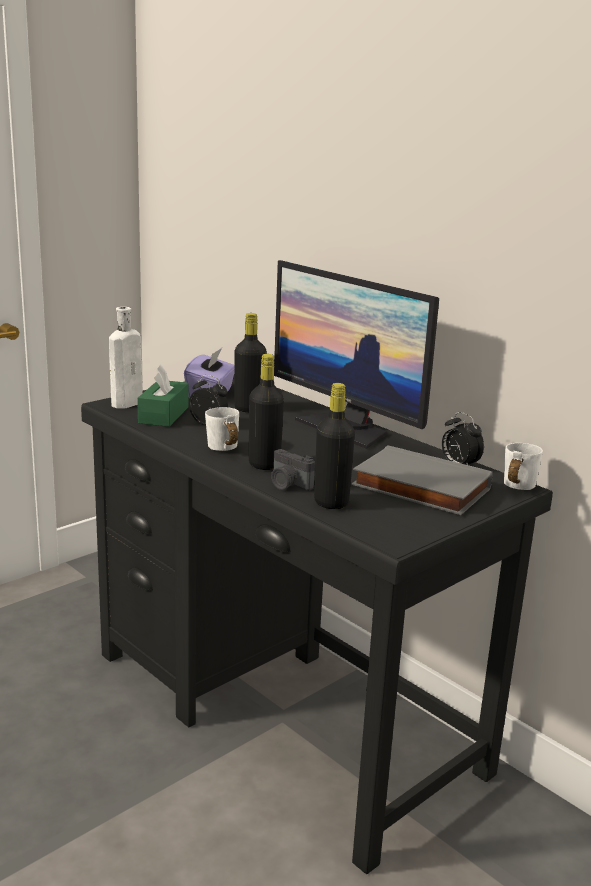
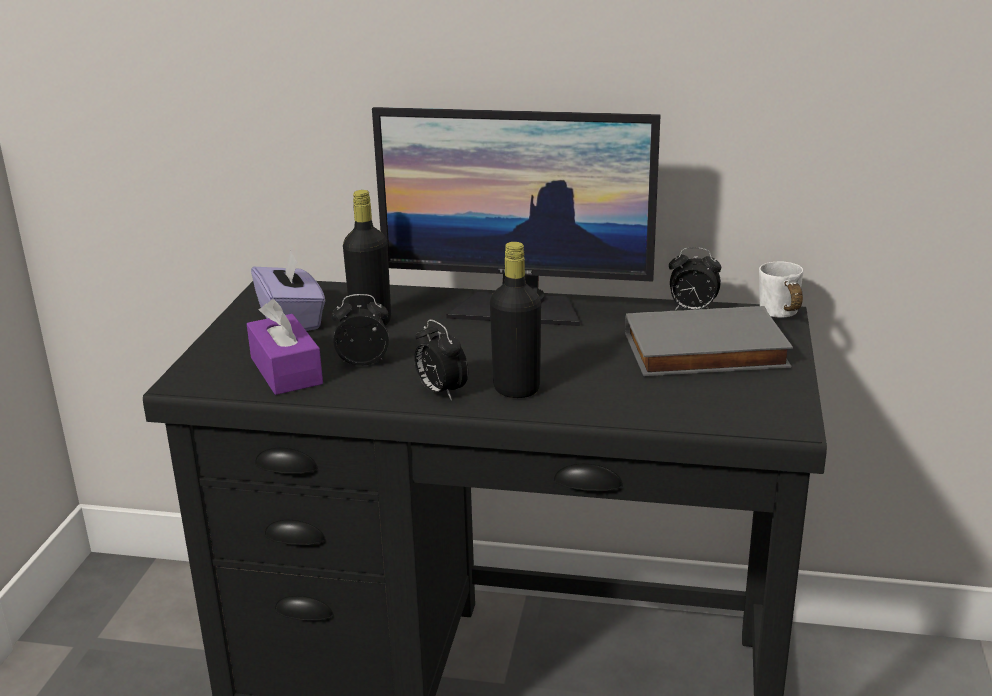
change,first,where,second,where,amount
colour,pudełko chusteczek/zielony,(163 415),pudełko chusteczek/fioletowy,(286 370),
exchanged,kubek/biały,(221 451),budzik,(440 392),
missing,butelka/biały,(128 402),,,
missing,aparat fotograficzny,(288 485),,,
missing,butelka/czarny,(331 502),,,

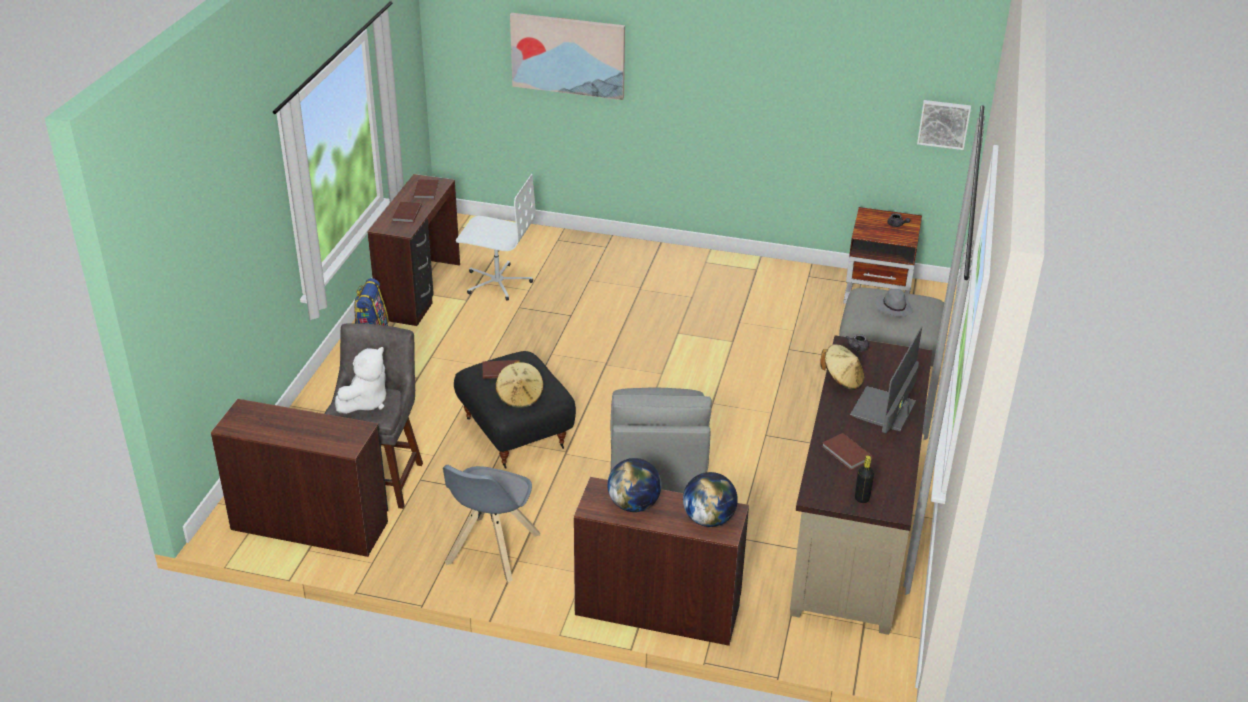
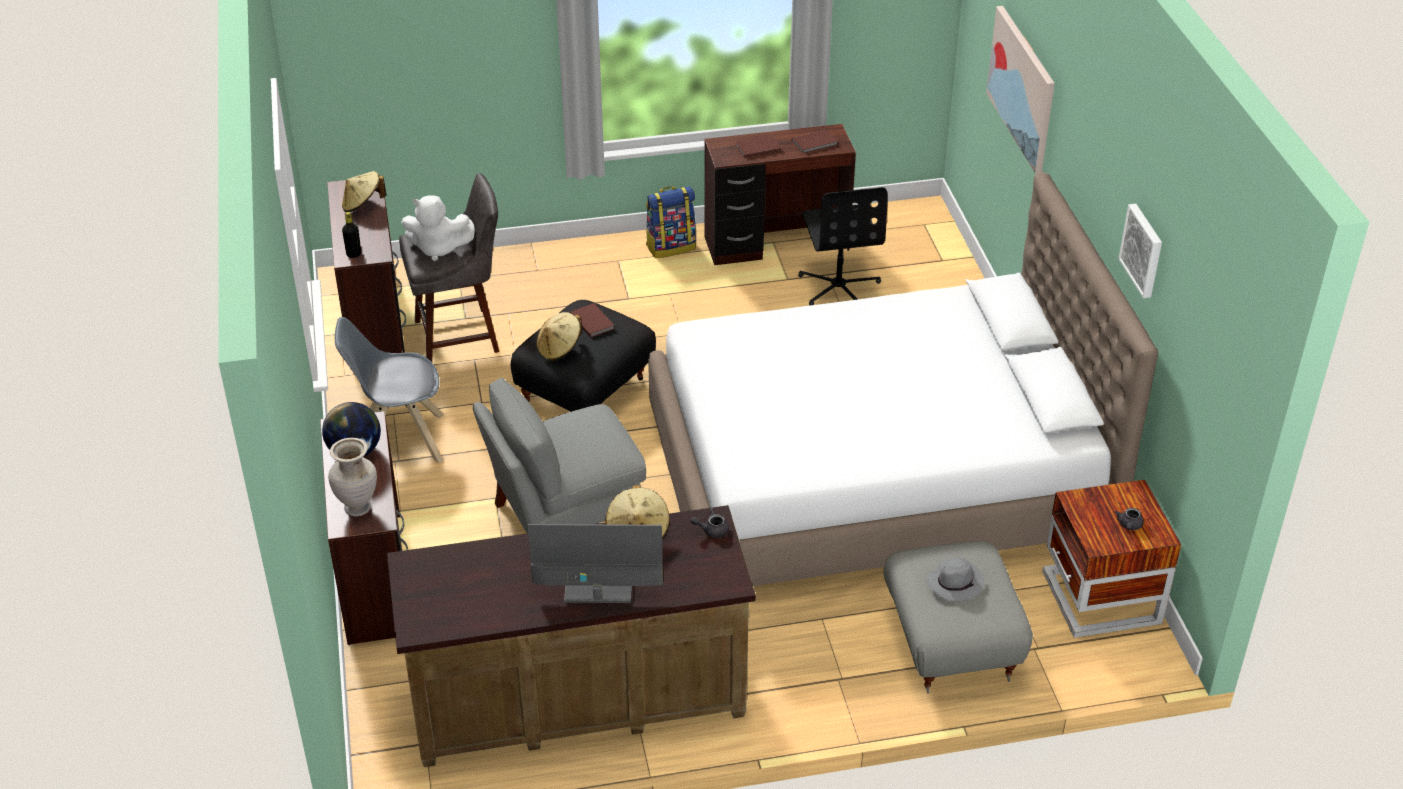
change,first,where,second,where,amount
exchanged,globus,(708 519),wazon/beżowy,(358 507),
appeared,,,kapelusz/beżowy,(363 205),
relocated,butelka/czarny,(862 498),,(354 254),
appeared,,,łóżko/biały,(877 476),
colour,krzesło biurowe/biały,(497 282),krzesło biurowe/czarny,(839 287),
relocated,obraz,(944 123),,(1143 250),
missing,książka/brązowy,(846 453),,,

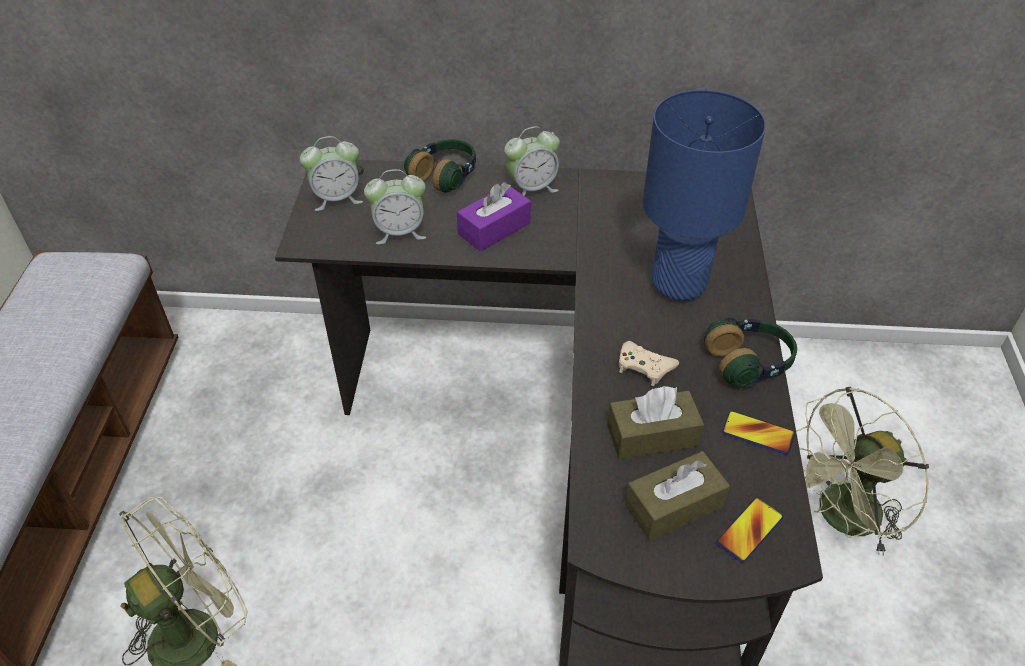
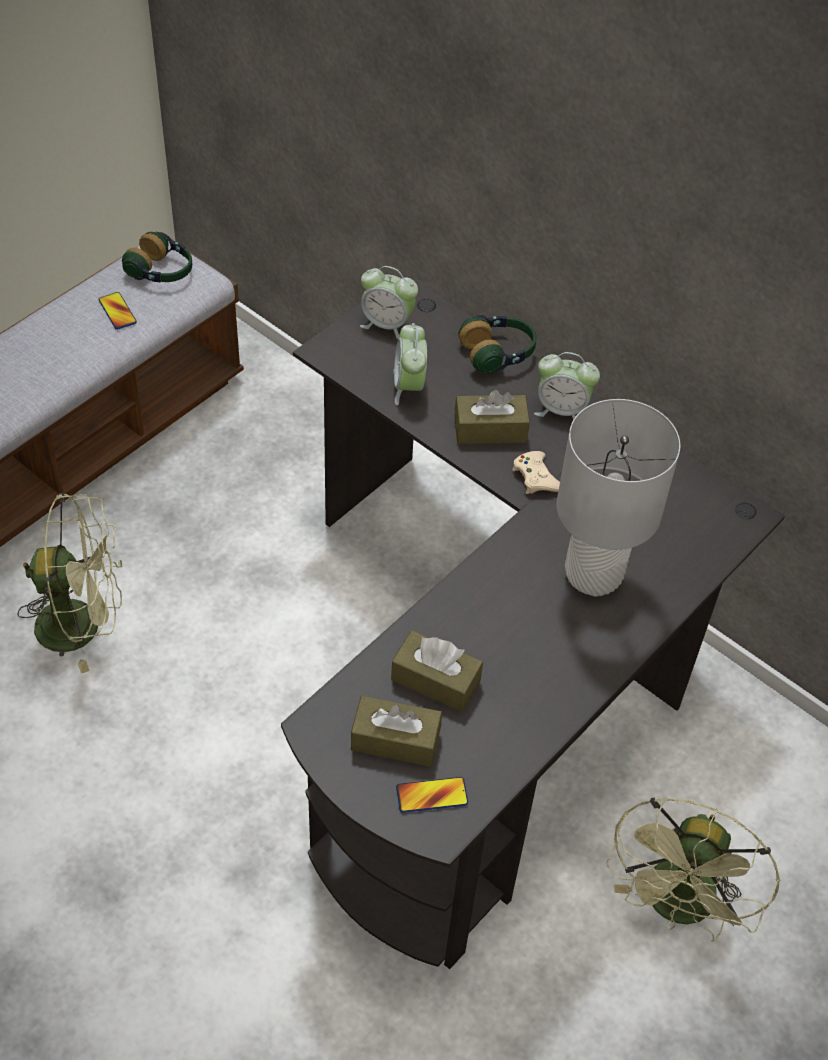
change,first,where,second,where,amount
relocated,telefon,(758 433),,(117 311),
relocated,słuchawki,(749 363),,(161 272),
spun,budzik,(399 232),,(409 386),60 degrees clockwise
colour,pudełko chusteczek/fioletowy,(494 229),pudełko chusteczek/brązowy,(490 429),
relocated,pad do gier/beżowy,(644 366),,(536 477),
colour,lampa stołowa/niebieski,(677 287),lampa stołowa/szary,(592 577),
spun,wentylator/zielony,(840 518),,(678 908),75 degrees counterclockwise

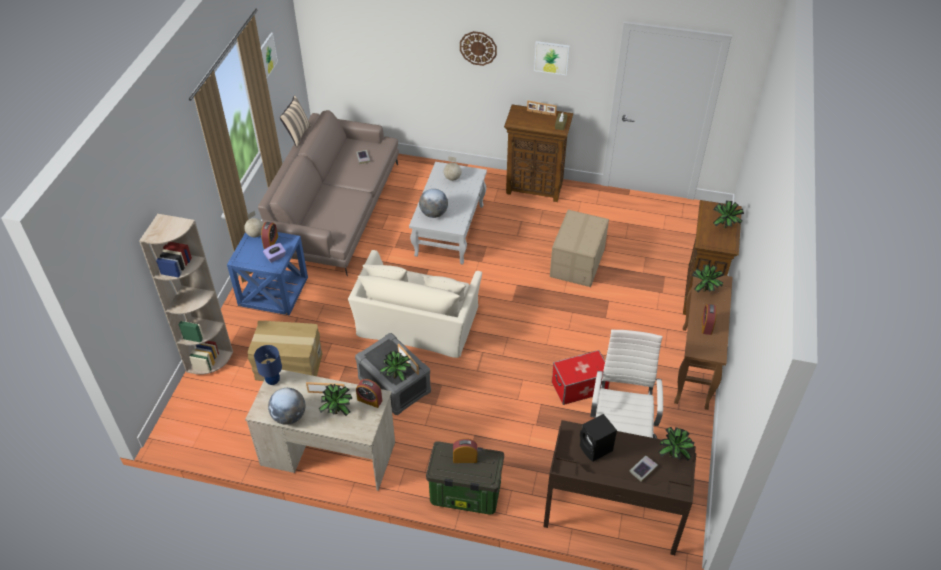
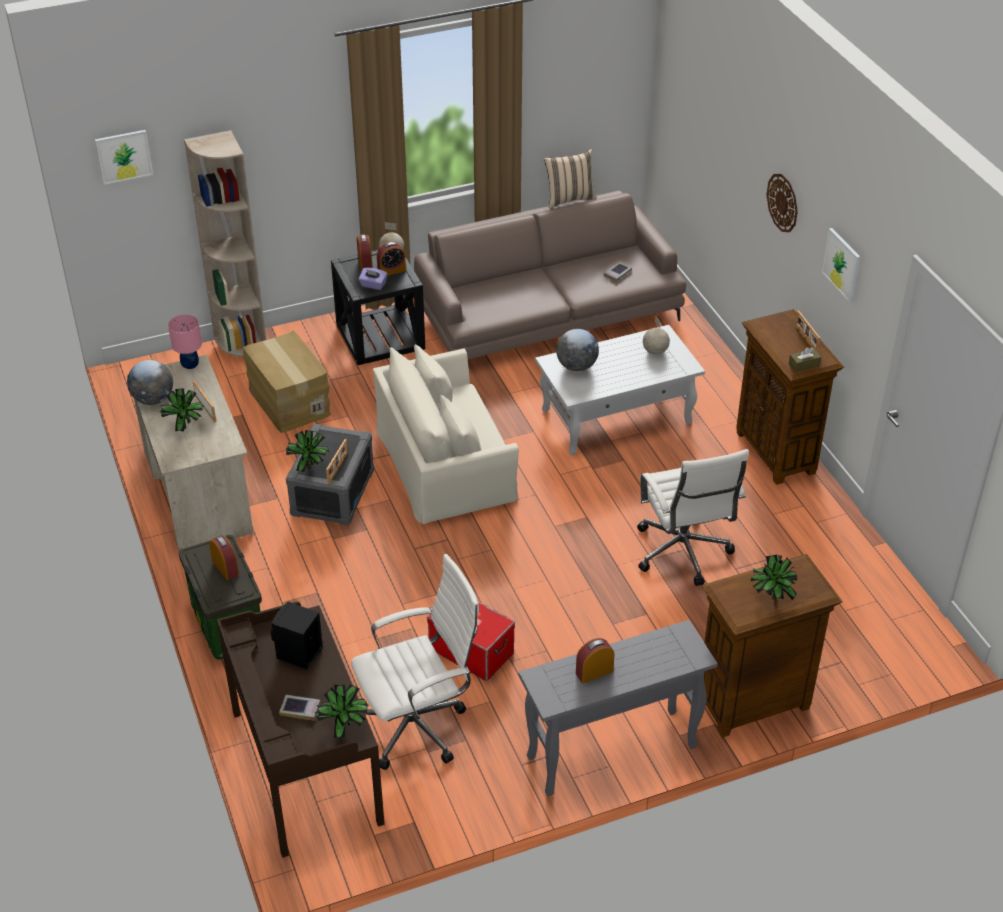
change,first,where,second,where,amount
relocated,obraz,(267 56),,(124 156),
colour,lampa stołowa/niebieski,(272 380),lampa stołowa/różowy,(190 365),
colour,stolik/niebieski,(273 291),stolik/czarny,(380 336),
relocated,budzik,(369 400),,(365 263),
colour,stolik konsolowy/brązowy,(695 368),stolik konsolowy/szary,(610 753),
exchanged,karton,(578 263),krzesło biurowe/biały,(683 554),
missing,roślina doniczkowa,(705 292),,,

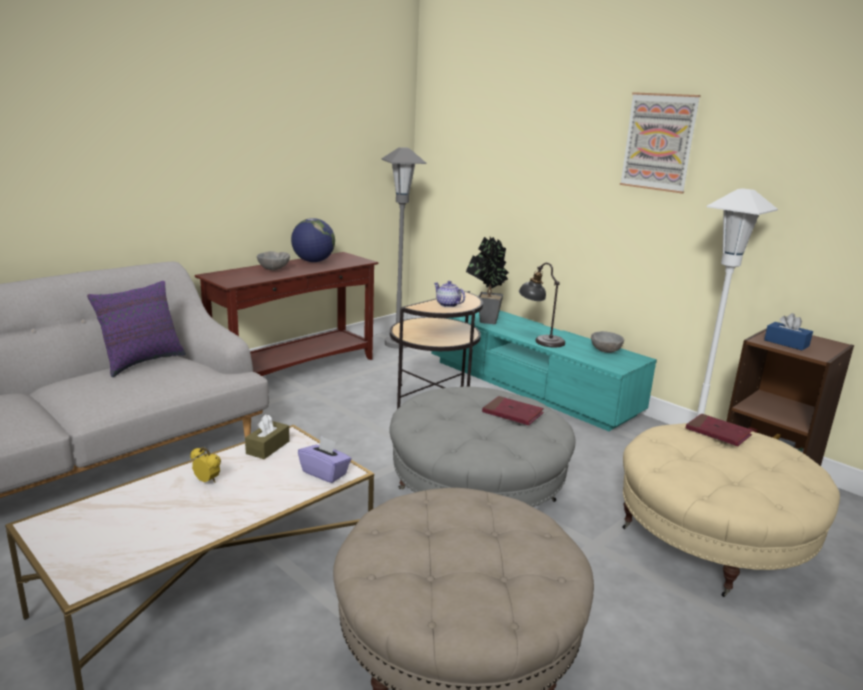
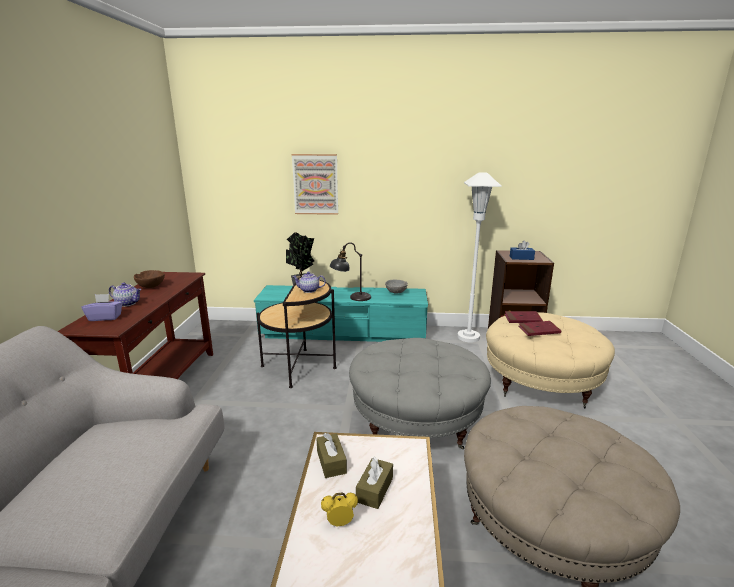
change,first,where,second,where,amount
relocated,pudełko chusteczek/fioletowy,(325 473),,(105 317),
exchanged,miska/szary,(274 269),imbryk,(128 303),
exchanged,globus,(313 261),miska/brązowy,(150 286),
relocated,obraz,(659 142),,(315 184),
appeared,,,pudełko chusteczek/brązowy,(374 490),
relocated,książka/czerwony,(512 413),,(539 330),
missing,poduszka/fioletowy,(143 362),,,
missing,lampa stojąca/szary,(397 344),,,

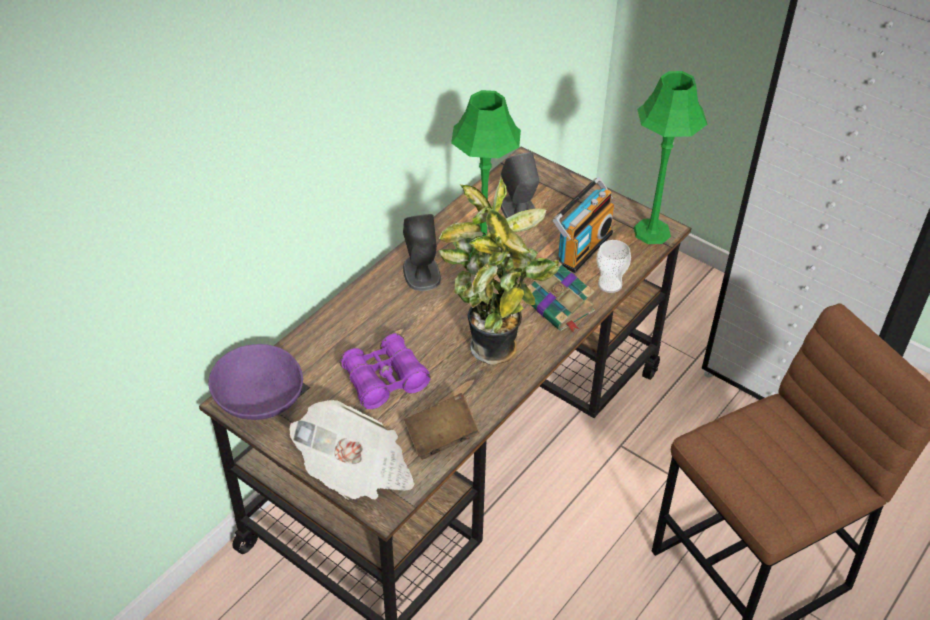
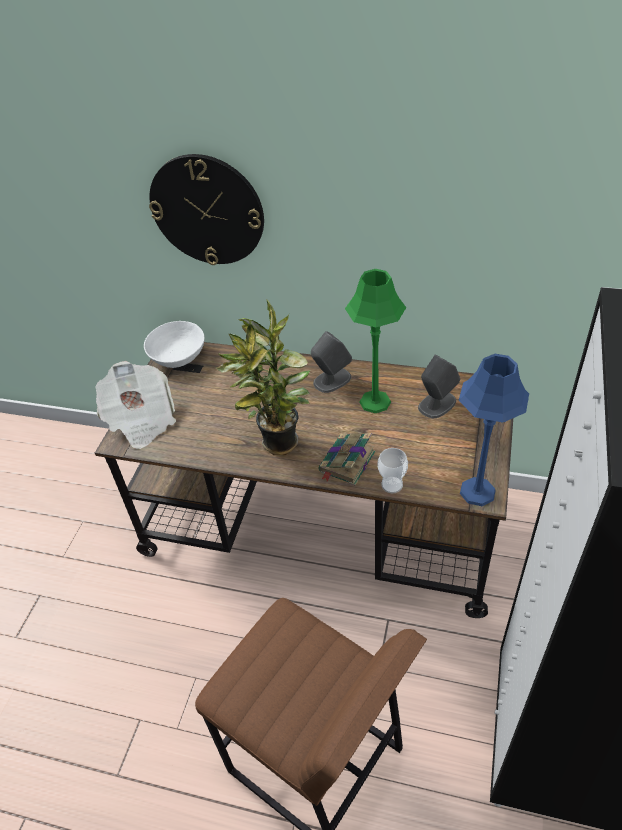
change,first,where,second,where,amount
colour,miska/fioletowy,(258 400),miska/biały,(178 356),
appeared,,,zegar ścienny,(207 210),
colour,lampa stołowa/zielony,(651 232),lampa stołowa/niebieski,(477 491),
missing,lornetka/fioletowy,(385 380),,,
missing,książka/brązowy,(441 437),,,
missing,radio,(581 247),,,

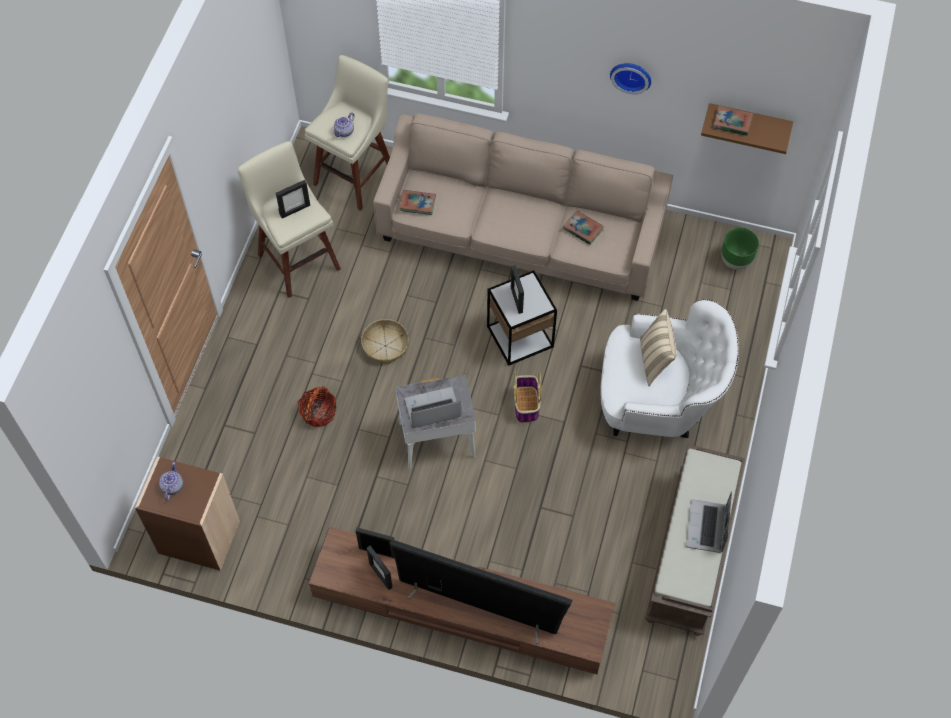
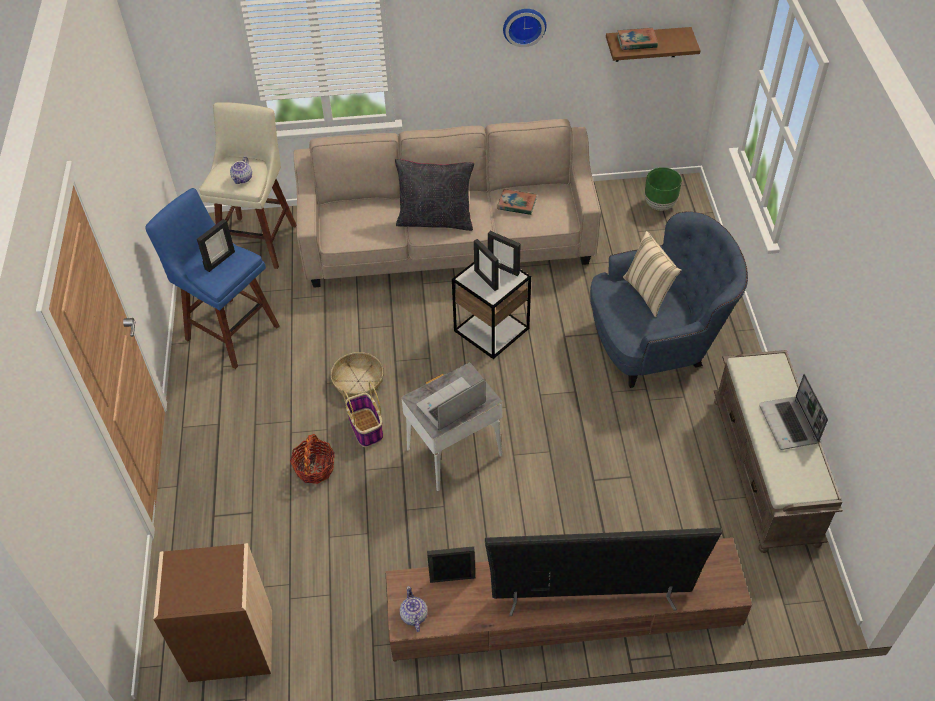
change,first,where,second,where,amount
colour,stołek/beżowy,(298 260),stołek/niebieski,(231 332),
relocated,koszyk,(526 405),,(366 428),
appeared,,,poduszka/czarny,(435 220),
relocated,imbryk,(172 486),,(413 616),
relocated,ramka na zdjęcie,(381 575),,(504 267),
colour,fotel/biały,(658 402),fotel/niebieski,(656 344),
missing,książka,(417 204),,,

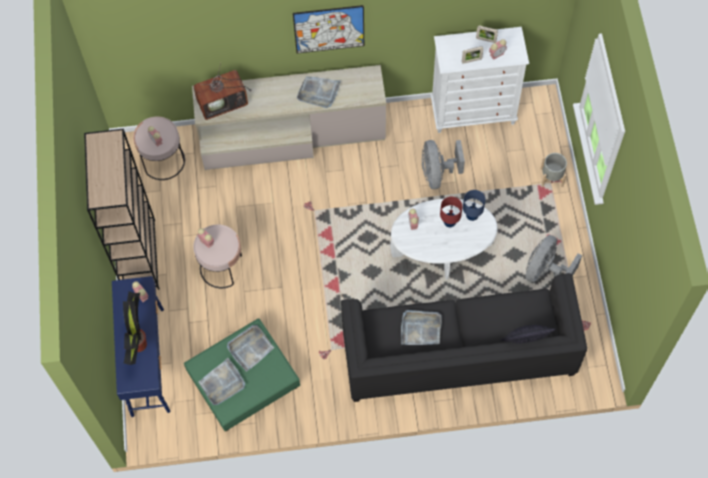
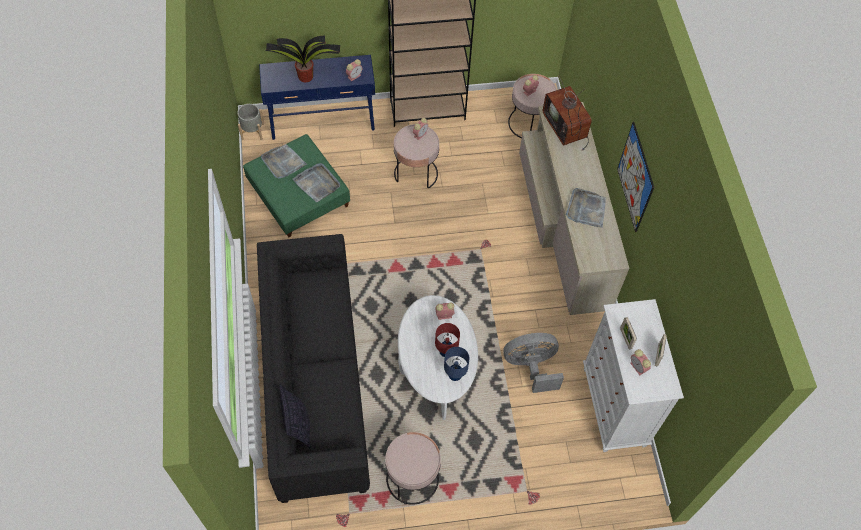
change,first,where,second,where,amount
relocated,donica/szary,(551 177),,(253 131),
exchanged,wentylator/szary,(545 270),stolik/różowy,(412 478),
missing,taca/szary,(420 329),,,

